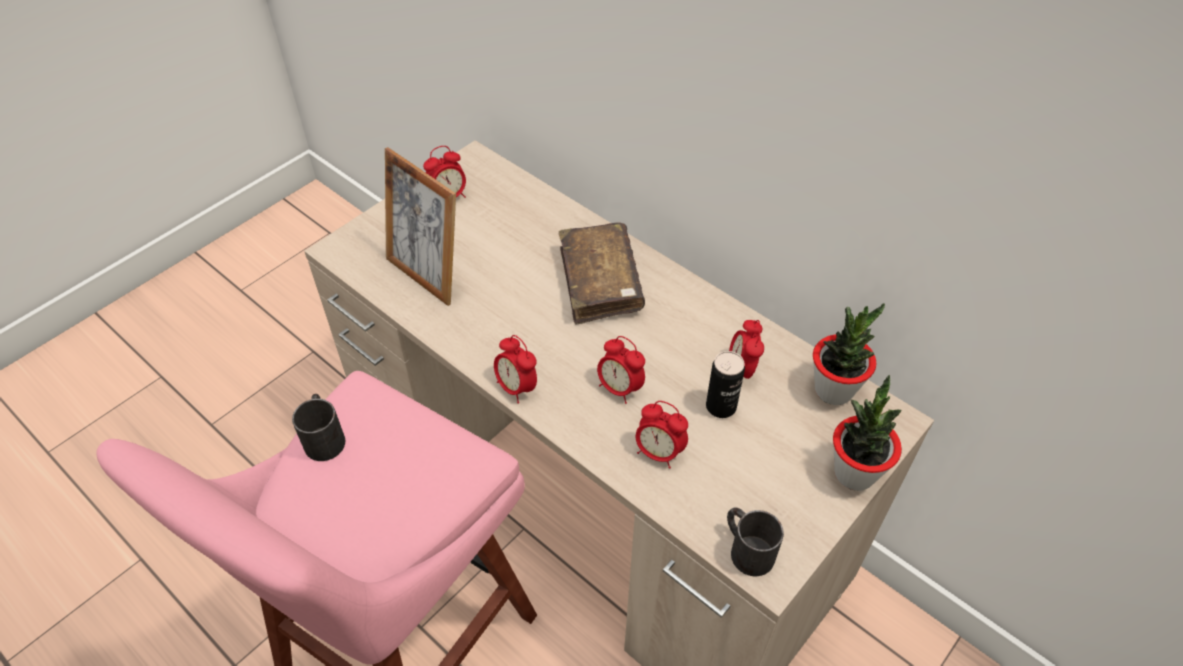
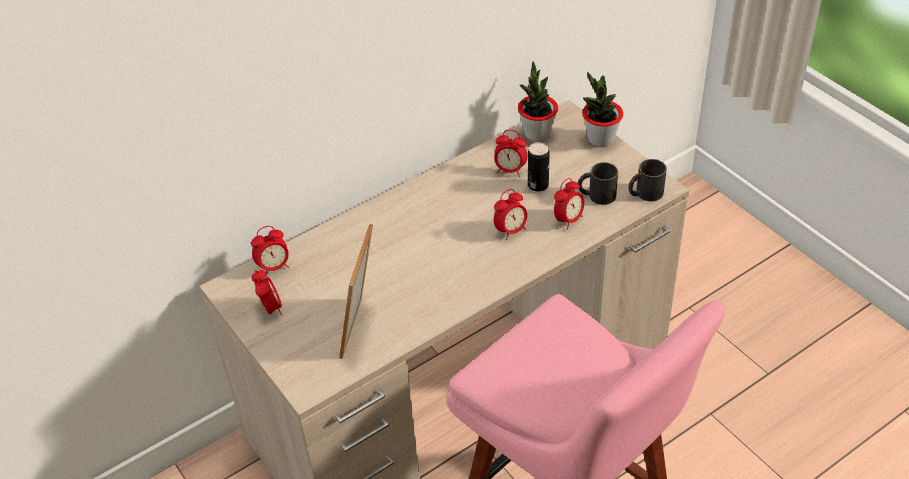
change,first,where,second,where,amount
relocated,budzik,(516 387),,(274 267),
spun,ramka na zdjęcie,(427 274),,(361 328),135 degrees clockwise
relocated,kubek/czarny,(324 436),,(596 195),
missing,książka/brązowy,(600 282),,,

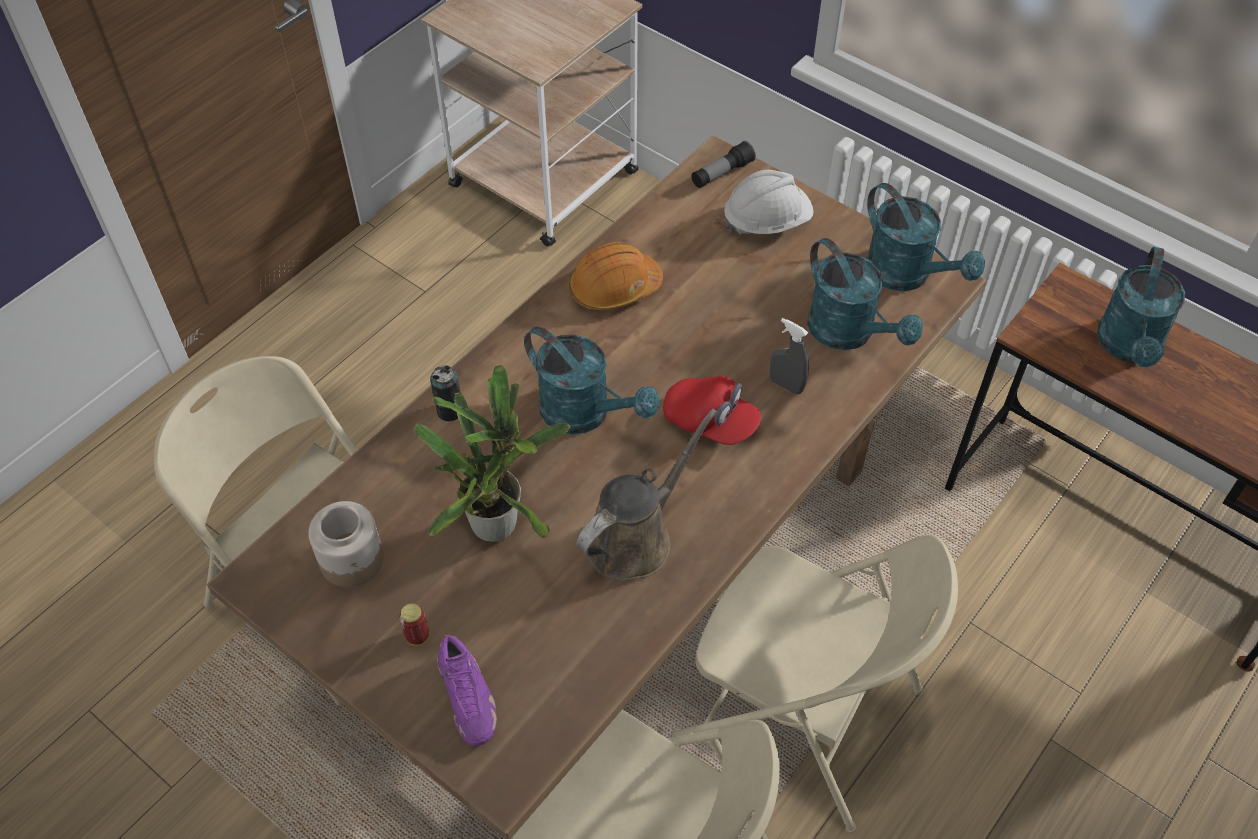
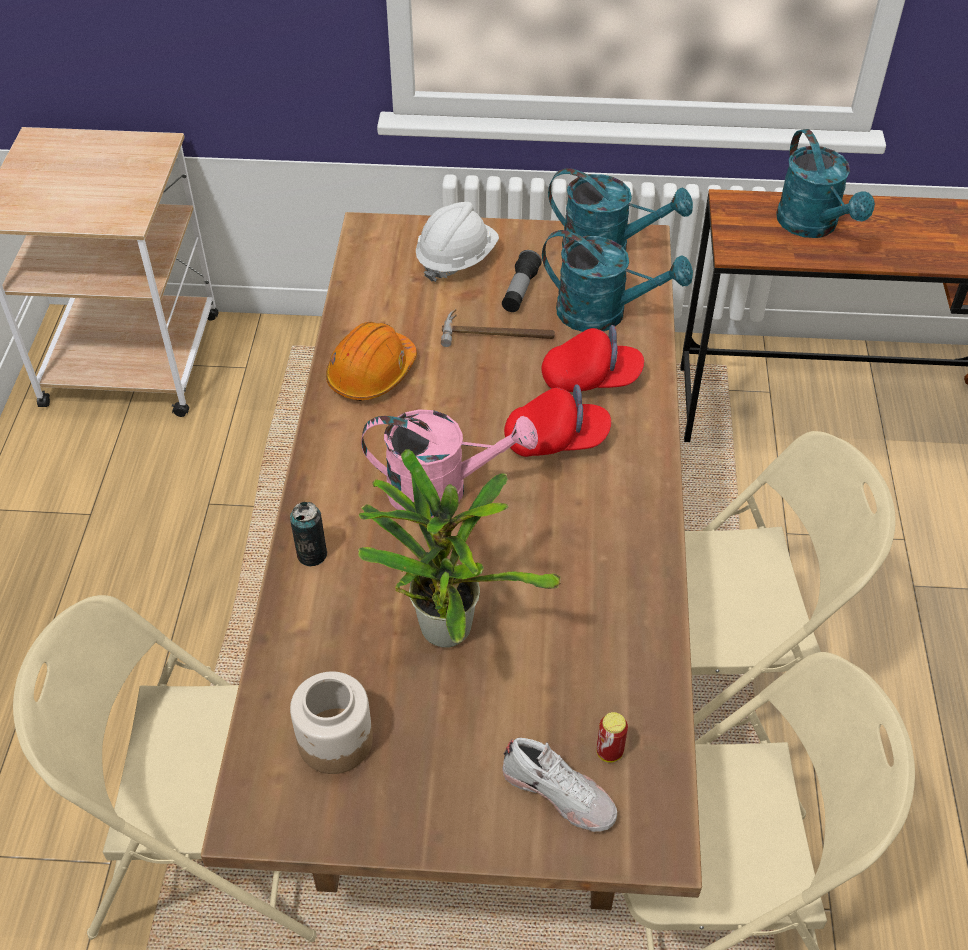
change,first,where,second,where,amount
colour,konewka/turkusowy,(586 413),konewka/różowy,(442 490),
appeared,,,młotek,(498 334),
relocated,latarka,(722 173),,(520 291),
colour,but/fioletowy,(468 698),but/biały,(560 793),
exchanged,spryskiwacz/szary,(786 385),czapka z daszkiem/czerwony,(591 379),
relocated,puszka,(417 636),,(609 752),
missing,konewka/brązowy,(635 538),,,

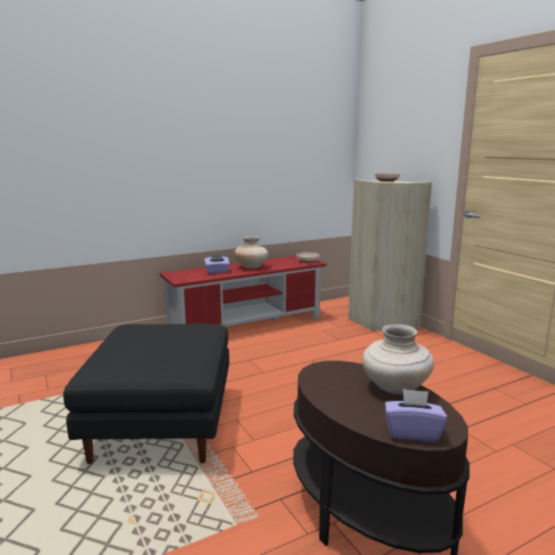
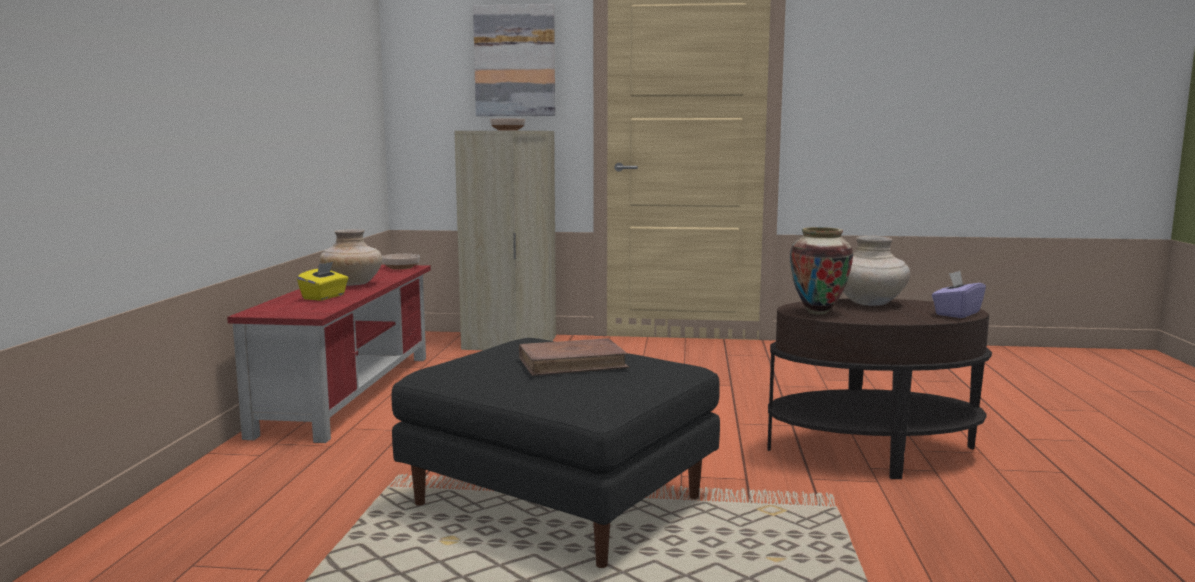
change,first,where,second,where,amount
colour,pudełko chusteczek/fioletowy,(217 271),pudełko chusteczek/żółty,(324 297),
appeared,,,obraz,(515 61),
appeared,,,książka/brązowy,(573 363),
appeared,,,wazon,(818 312),

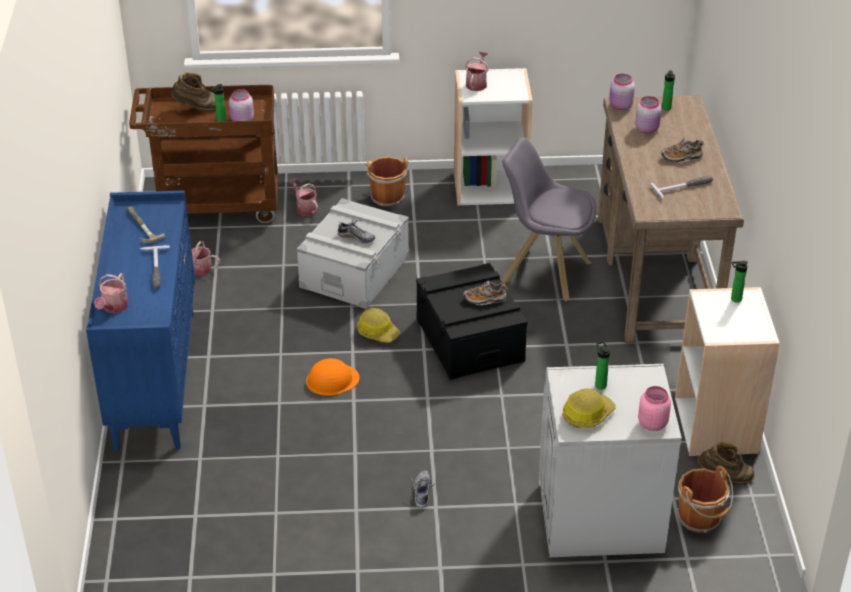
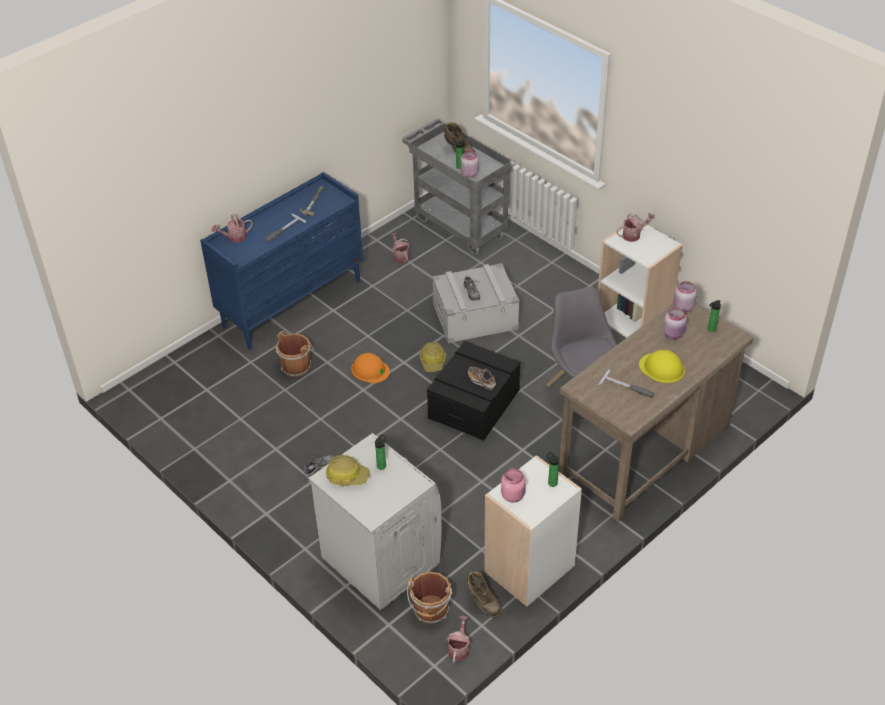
change,first,where,second,where,amount
relocated,wiadro/brązowy,(387 196),,(297 366),
colour,wózek/brązowy,(213 210),wózek/szary,(457 228),
relocated,konewka,(305 208),,(459 648),
relocated,słoik/różowy,(652 423),,(513 495),
exchanged,but,(681 157),kask/żółty,(662 368),

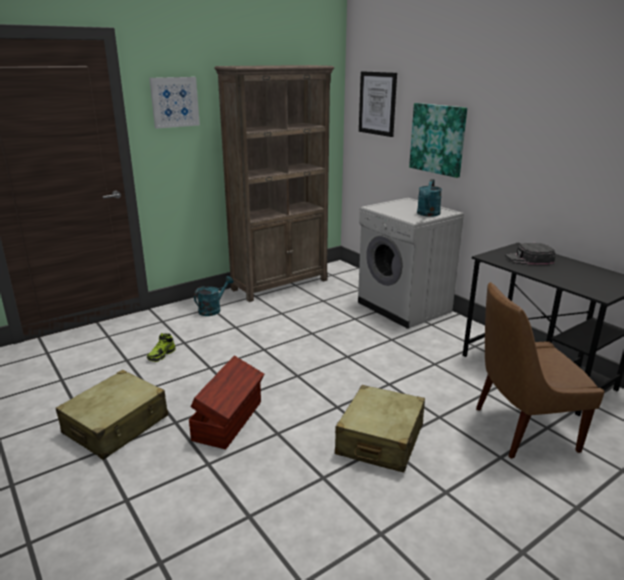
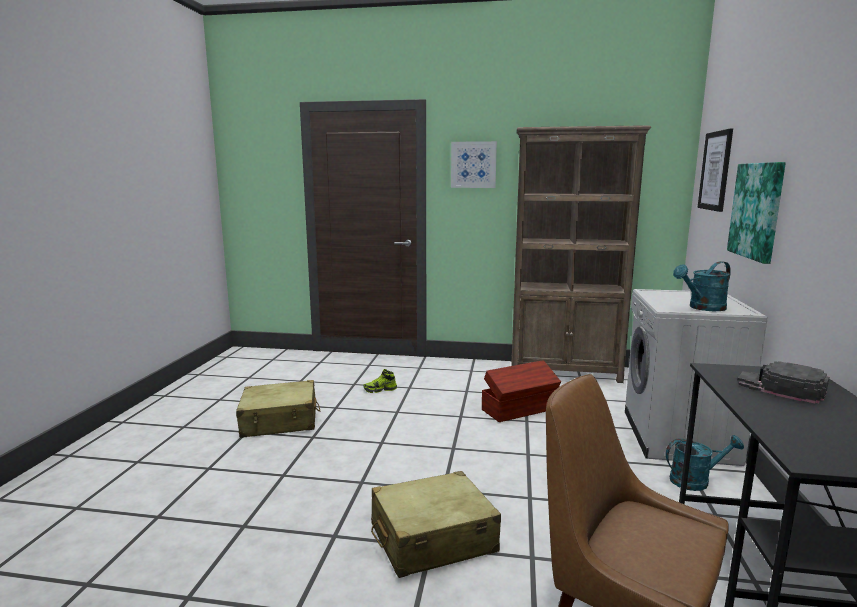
change,first,where,second,where,amount
relocated,pojemnik do przechowywania/brązowy,(229 420),,(520 409),
relocated,konewka/turkusowy,(213 309),,(695 480),

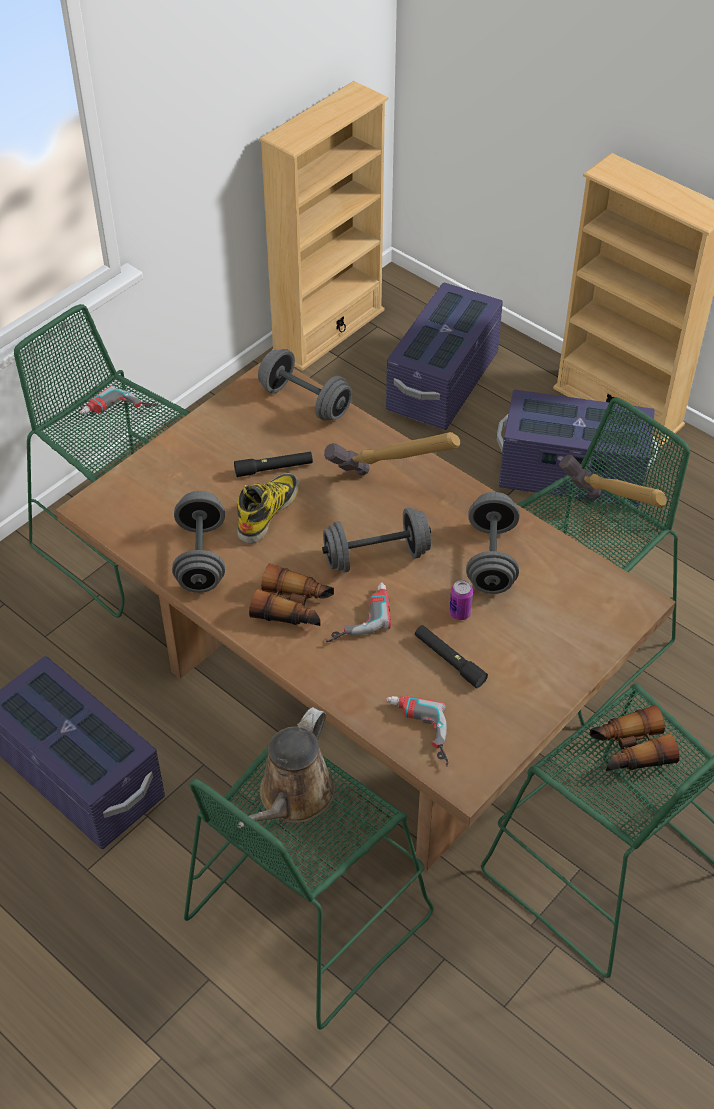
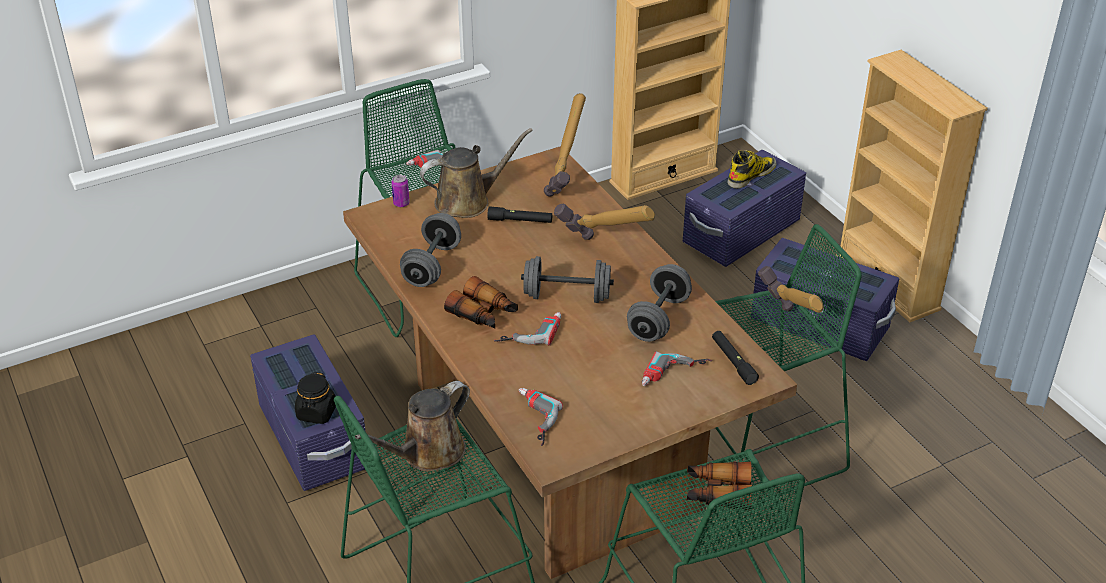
change,first,where,second,where,amount
appeared,,,słoik/czarny,(316 413),
relocated,puszka,(460 613),,(401 203),
appeared,,,konewka/brązowy,(468 201),
exchanged,hantel/szary,(305 401),młotek,(569 182),
appeared,,,wiertarka,(675 376),
relocated,latarka/czarny,(449 660),,(733 362),
relocated,but z cholewką,(268 511),,(751 175),

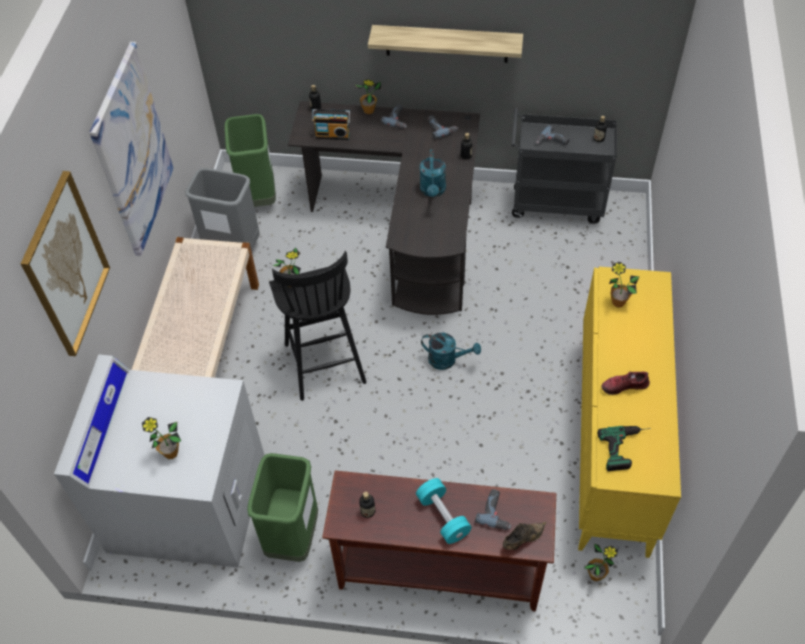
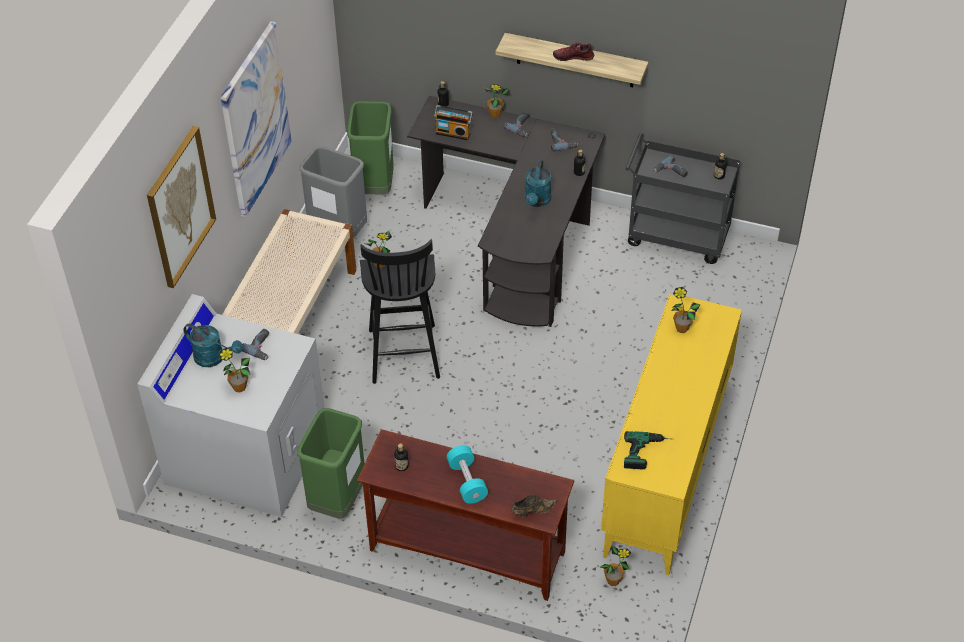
change,first,where,second,where,amount
relocated,konewka/turkusowy,(447 360),,(214 358),
relocated,wiertarka,(496 512),,(262 347),
relocated,but,(624 385),,(573 56),

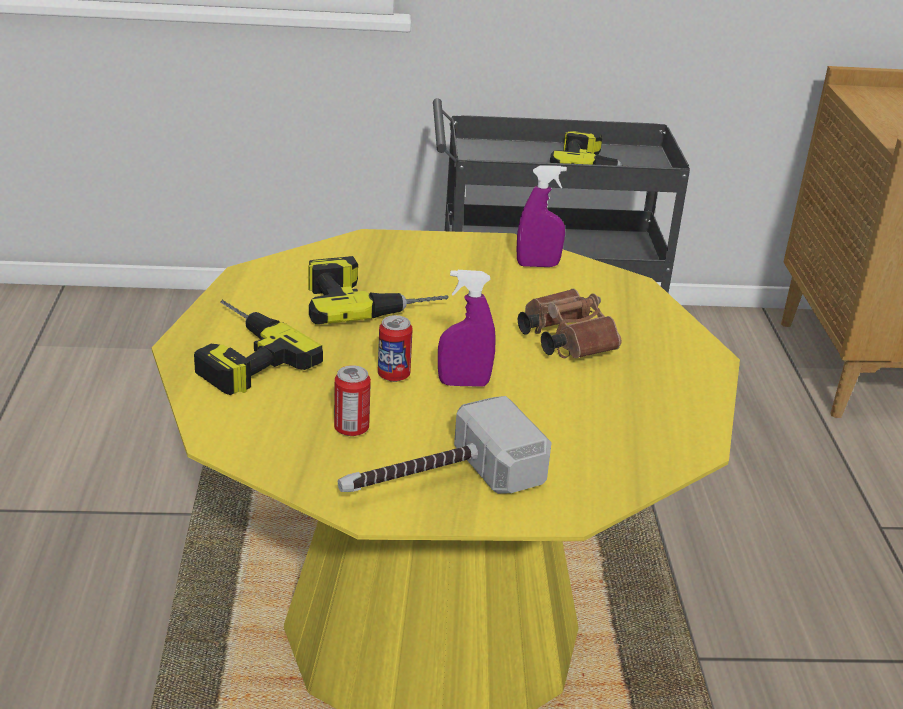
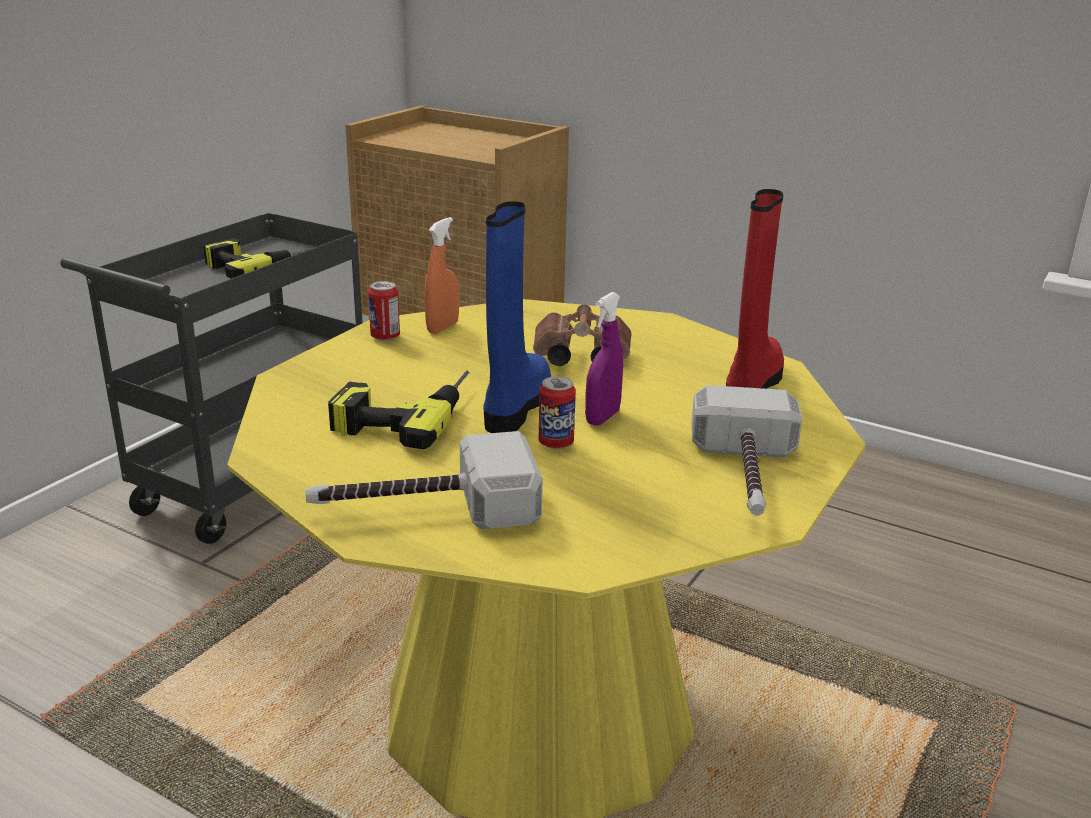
change,first,where,second,where,amount
exchanged,wiertarka,(236 354),młotek,(423 510),
relocated,puszka,(351 429),,(385 337),
colour,spryskiwacz/fioletowy,(537 265),spryskiwacz/pomarańczowy,(442 328),
appeared,,,but z cholewką/niebieski,(515 406),
appeared,,,but z cholewką/czerwony,(751 384),

